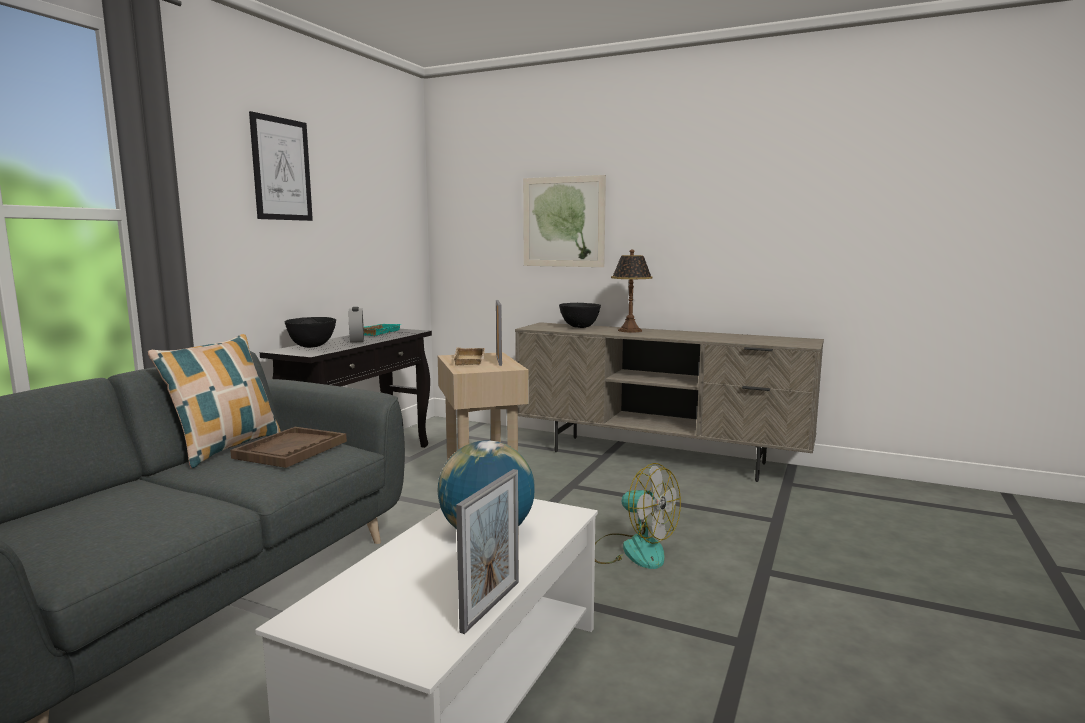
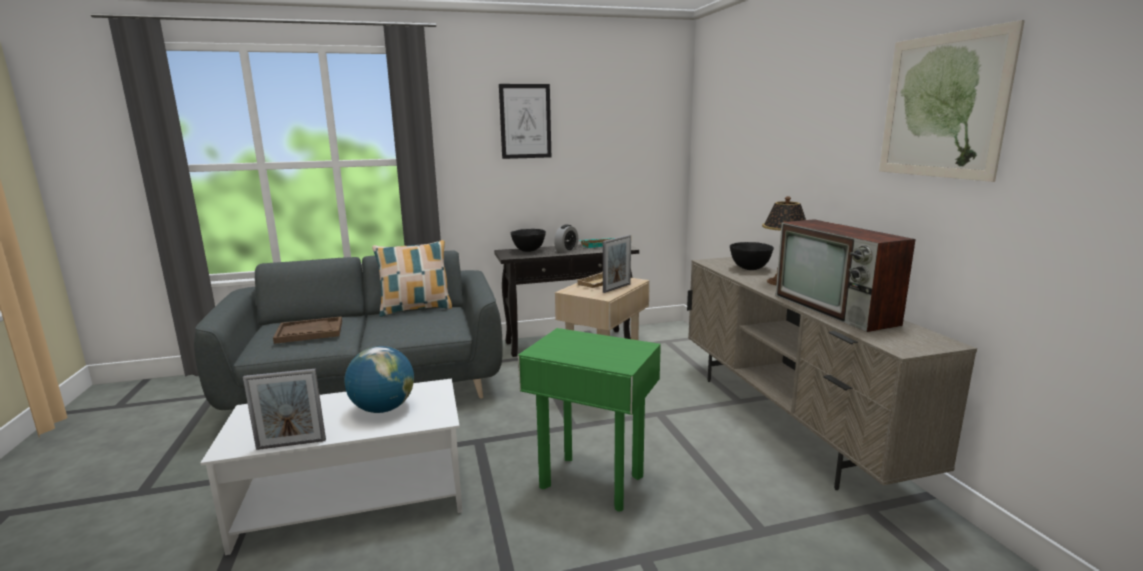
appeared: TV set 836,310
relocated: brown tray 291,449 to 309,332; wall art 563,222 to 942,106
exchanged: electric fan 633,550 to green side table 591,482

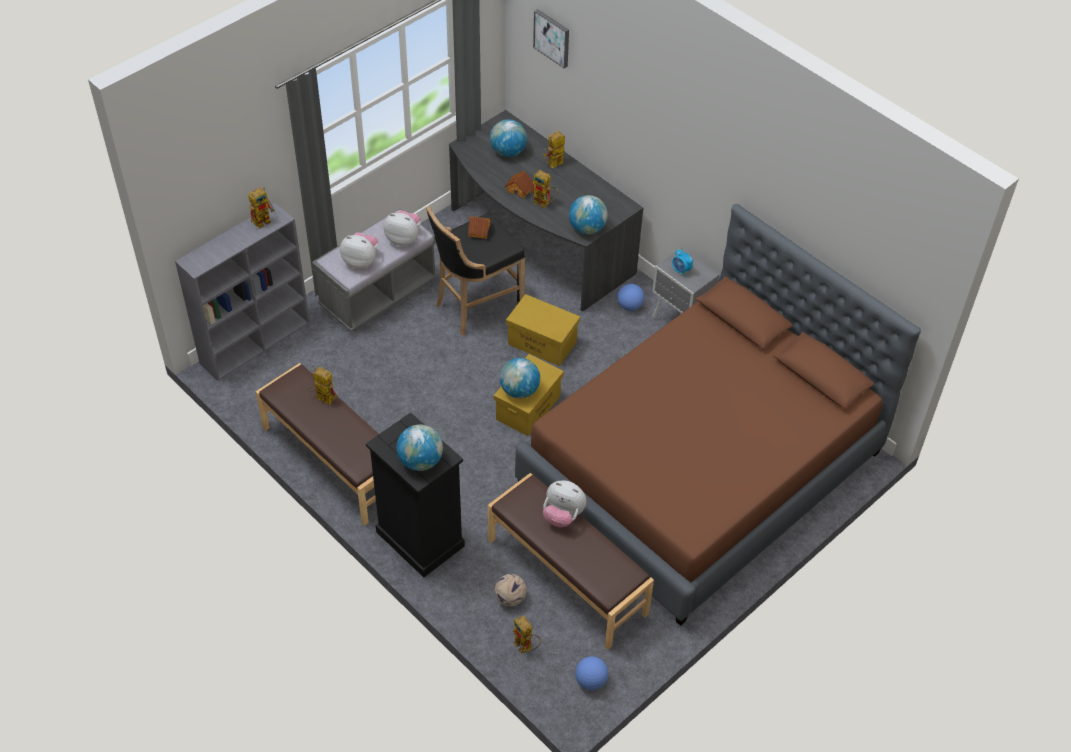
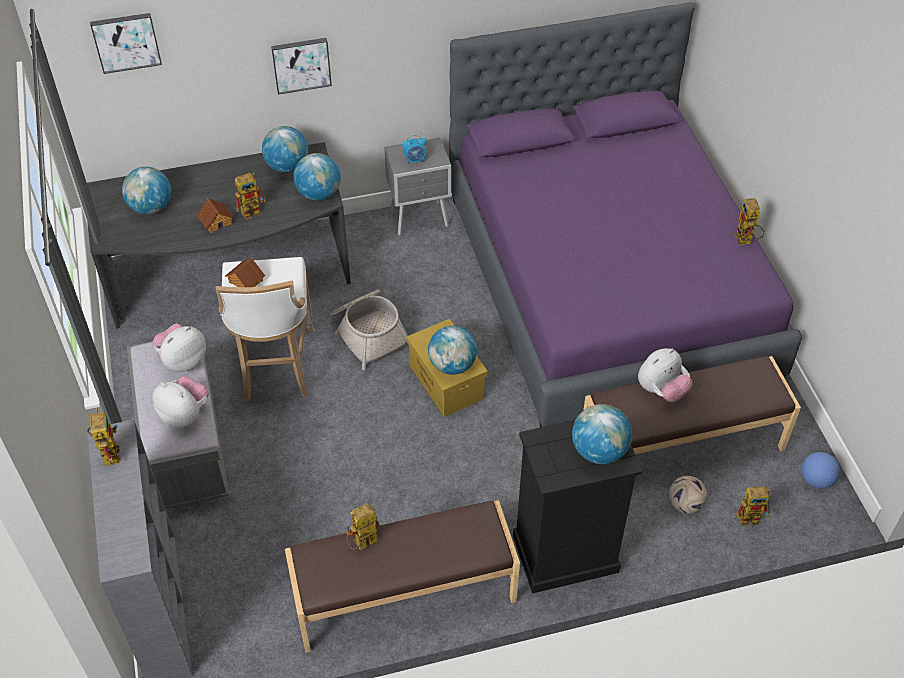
missing: football ball 630,306
appeared: desk globe 287,166; wall art 301,64
relocated: robot figure 553,165 to 745,241
exchanged: yellowish storage box 543,343 to household basket 368,333
colour: black stool seat 475,307 to white-coloured stool seat 275,367; brown sleeping bed 701,468 to purple sleeping bed 607,284
spun: soft toy 361,261 = 185,415 75 degrees clockwise

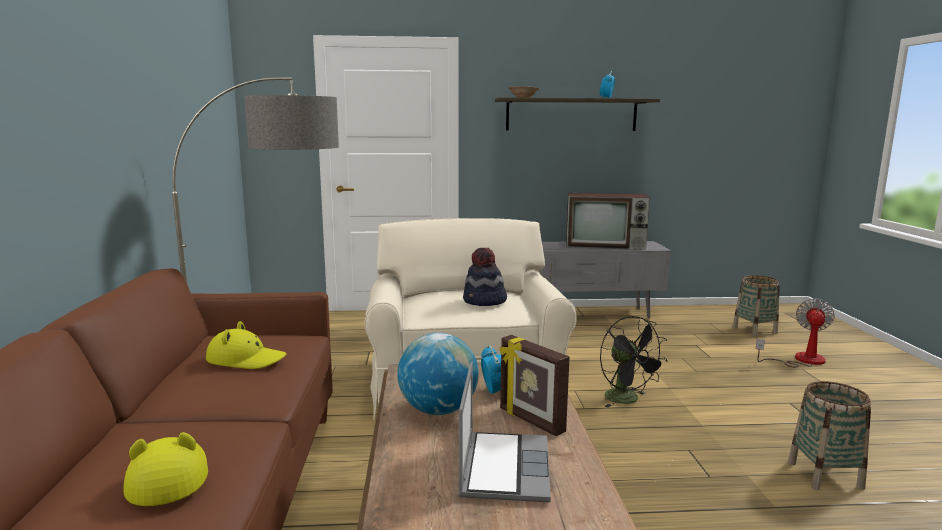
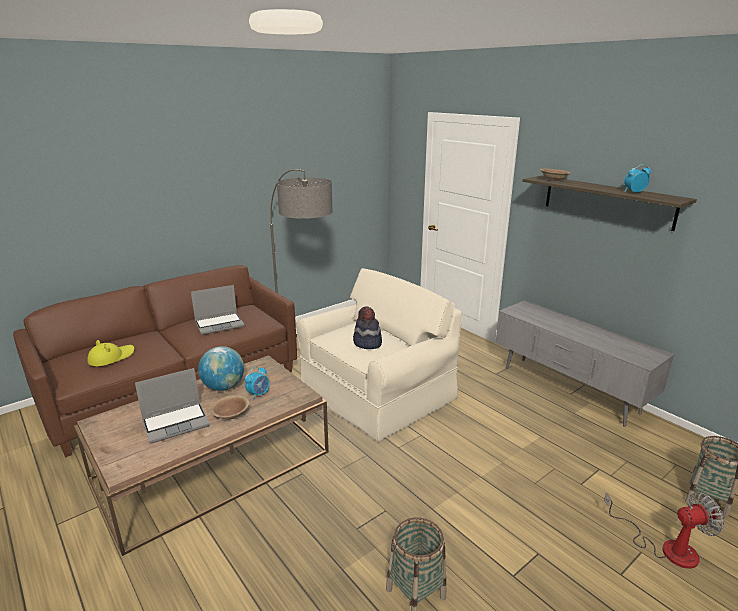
missing: TV set 606,245; black electric fan 627,400
exchanged: yellowish clothing hat 246,359 to notebook computer 220,324; photo frame 530,421 to brown deep dish 231,415

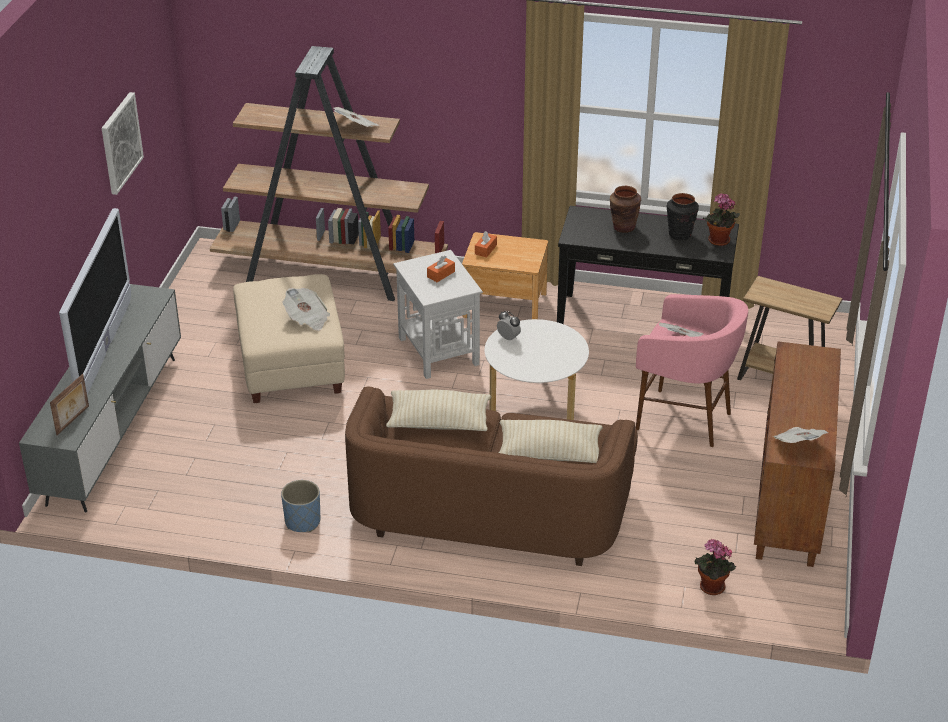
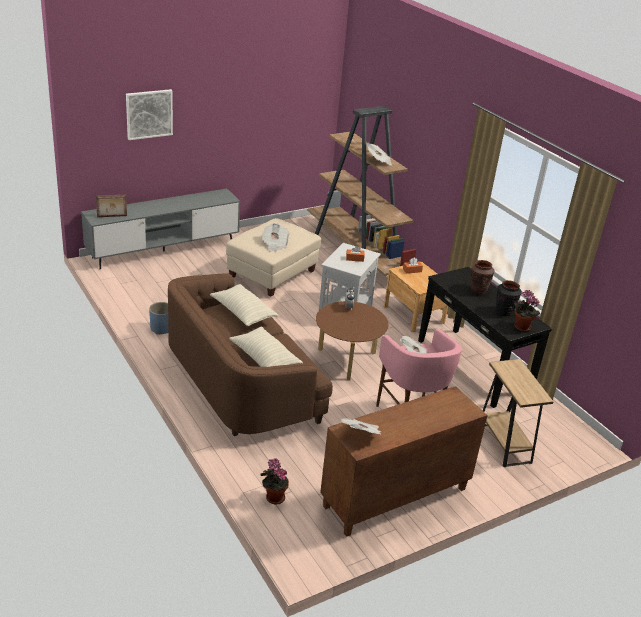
missing: TV set 105,349
relocated: wall art 120,142 to 149,114
colour: white-coloured lounge table 534,404 to brown lounge table 347,360

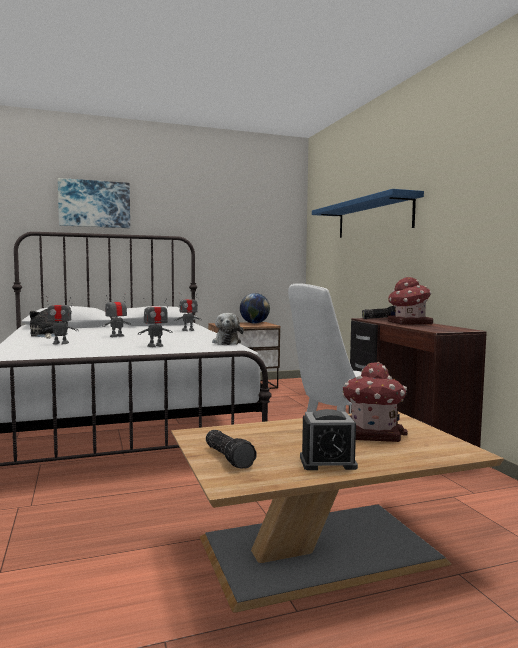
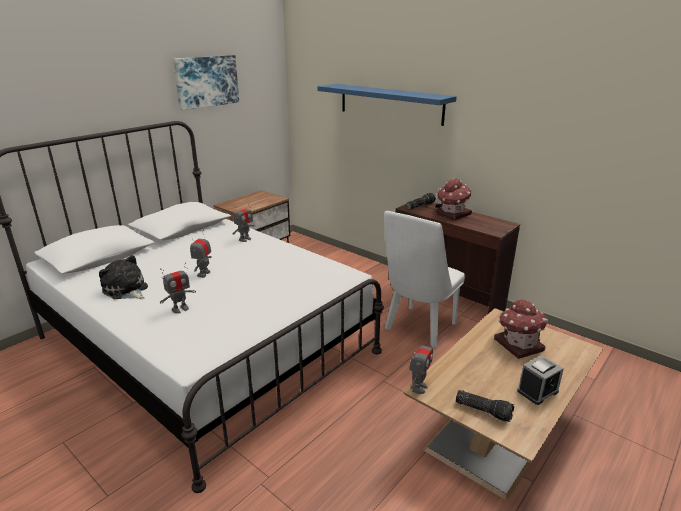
missing: soft toy 226,342; desk globe 254,323
relocated: wall art 94,204 to 206,81; robot figure 155,346 to 419,387

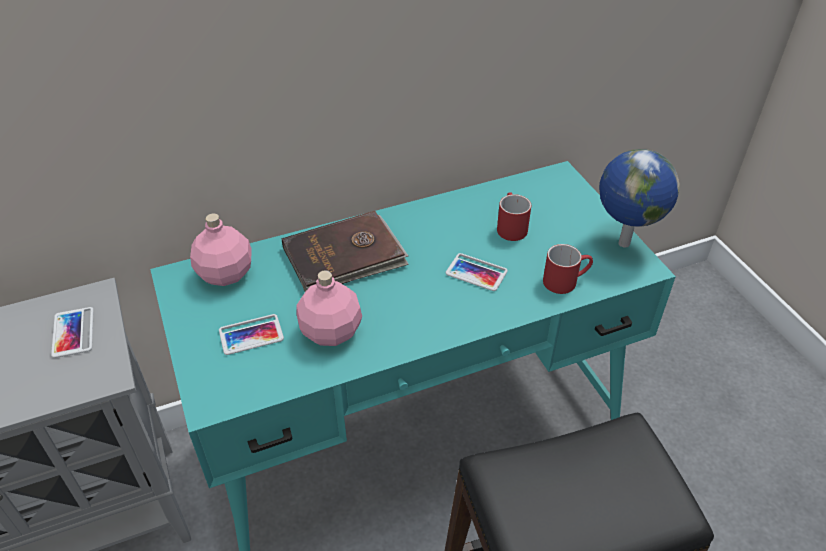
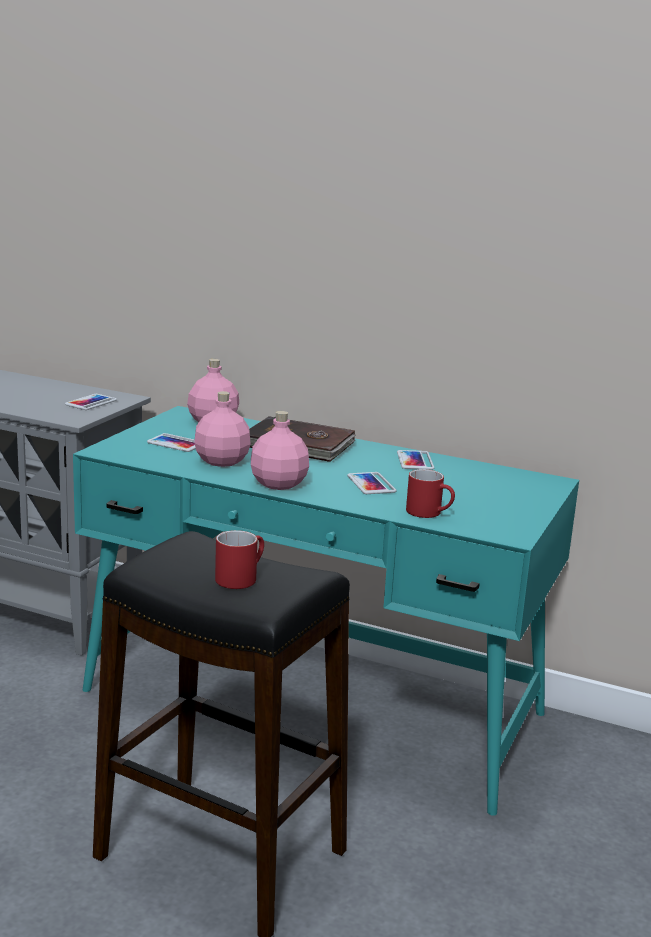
missing: desk globe 622,243
appeared: pinkish bottle 279,484; telephone 415,461
relocated: red tea mug 509,226 to 240,577

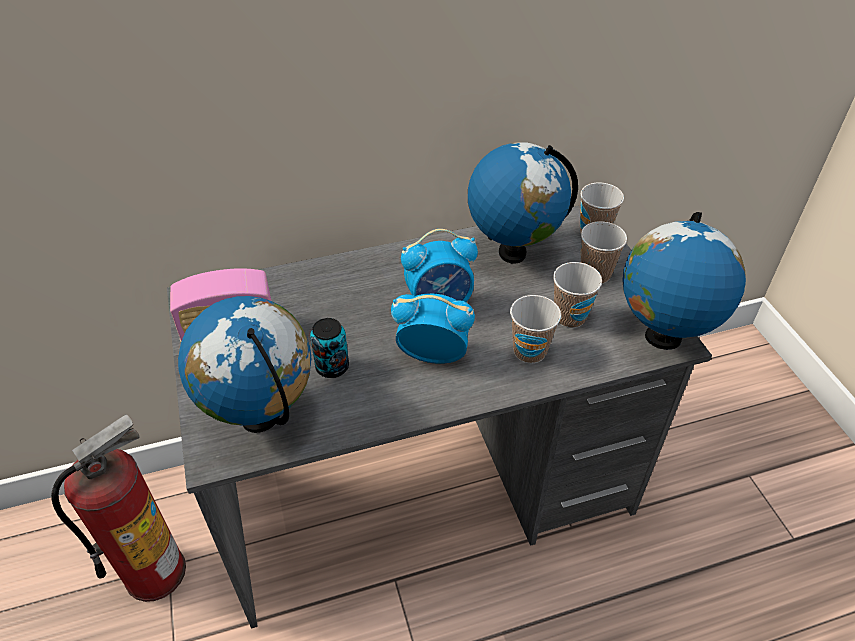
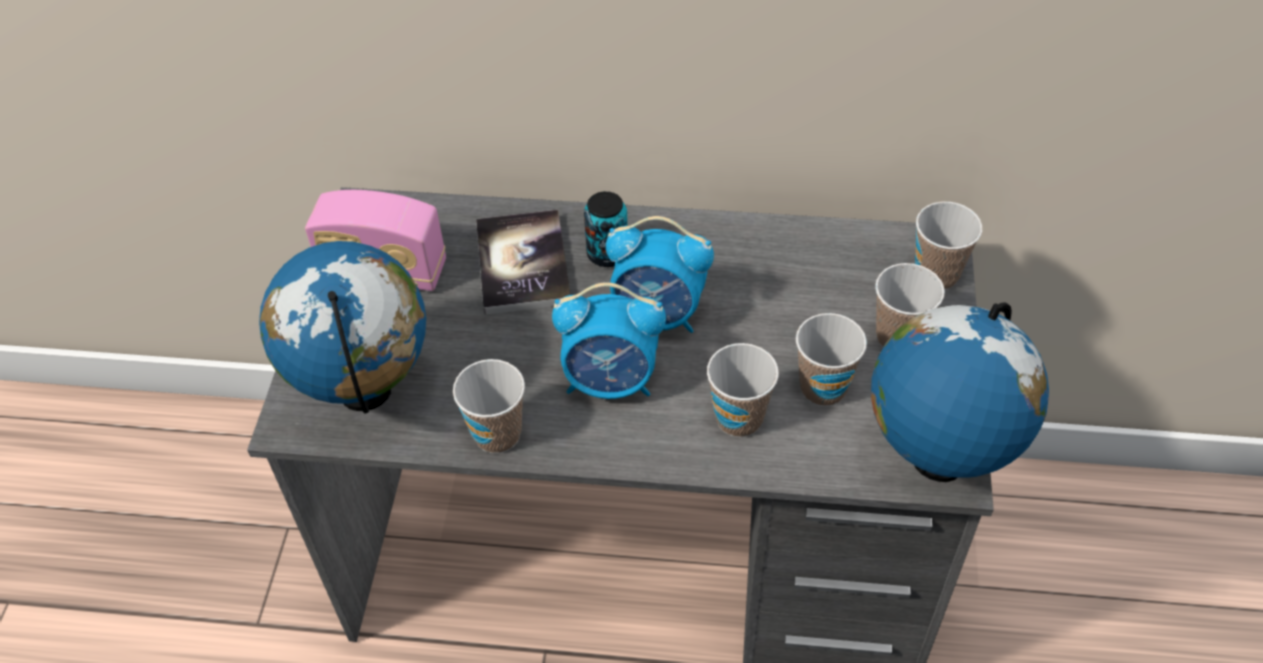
missing: extinguisher 155,571; desk globe 512,252
appeared: drinking cup 497,434; volume 522,264
relocated: can 332,367 to 607,254
spun: bedside clock 433,355 = 611,381 150 degrees clockwise

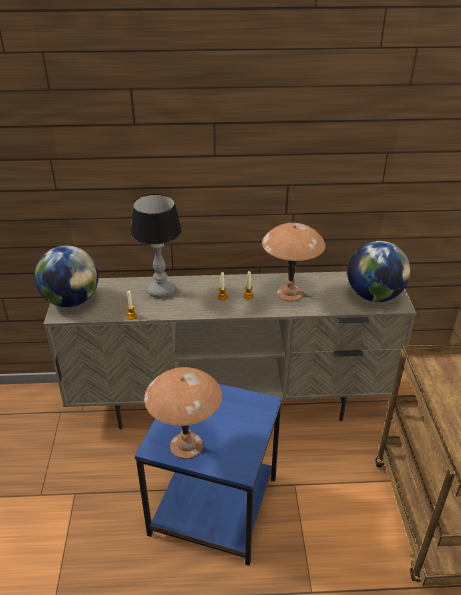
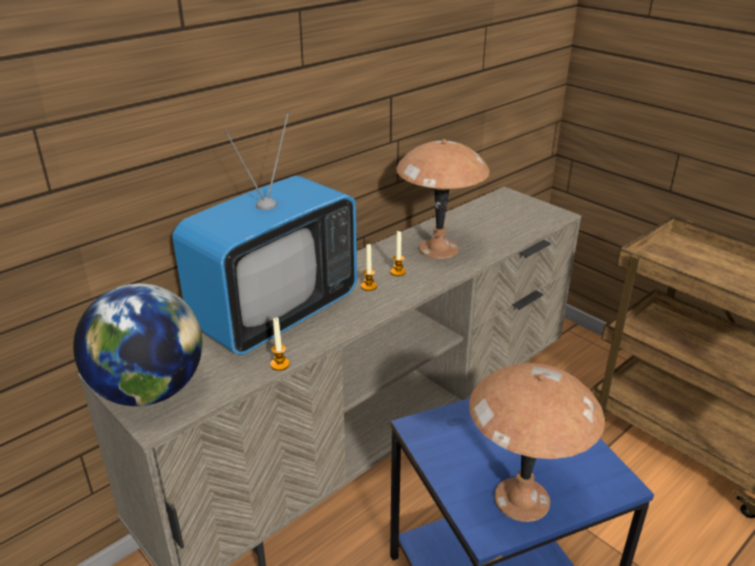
missing: desk globe 374,296
exchanged: tabletop lamp 161,290 to TV set 276,314

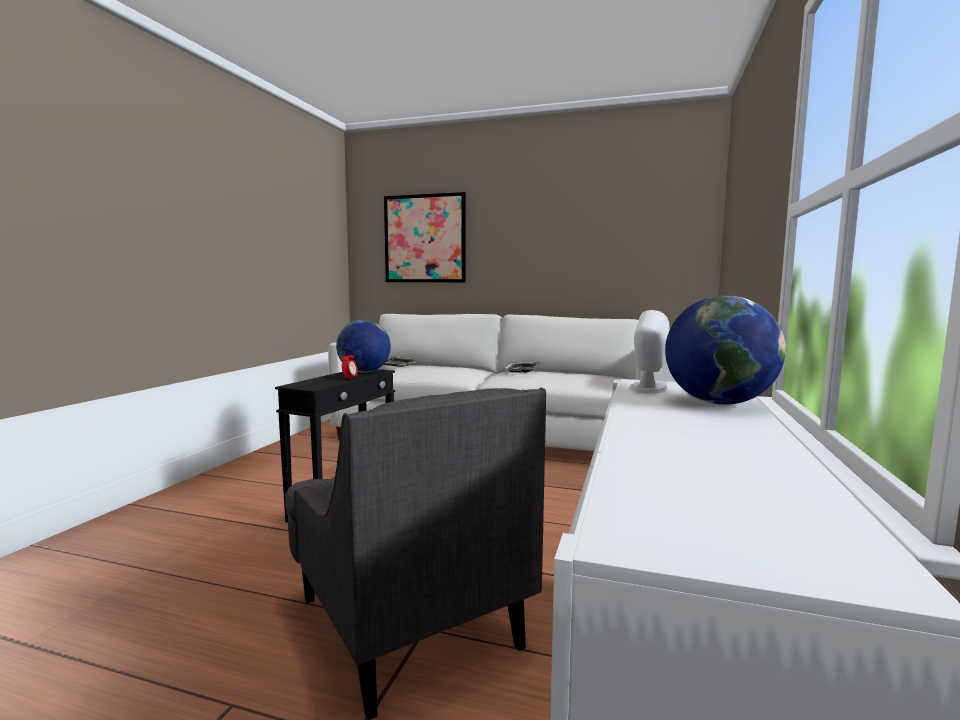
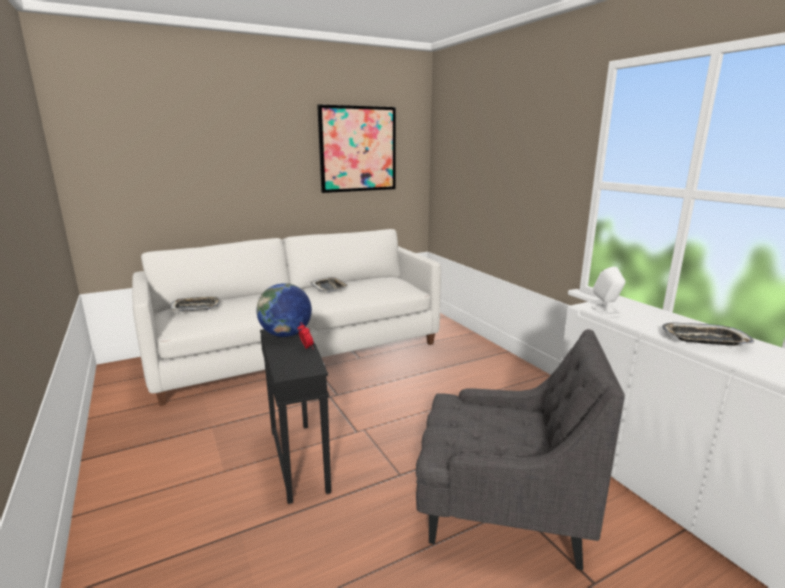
missing: desk globe 718,403
appeared: tray 704,340
relocated: wall art 425,239 to 358,149

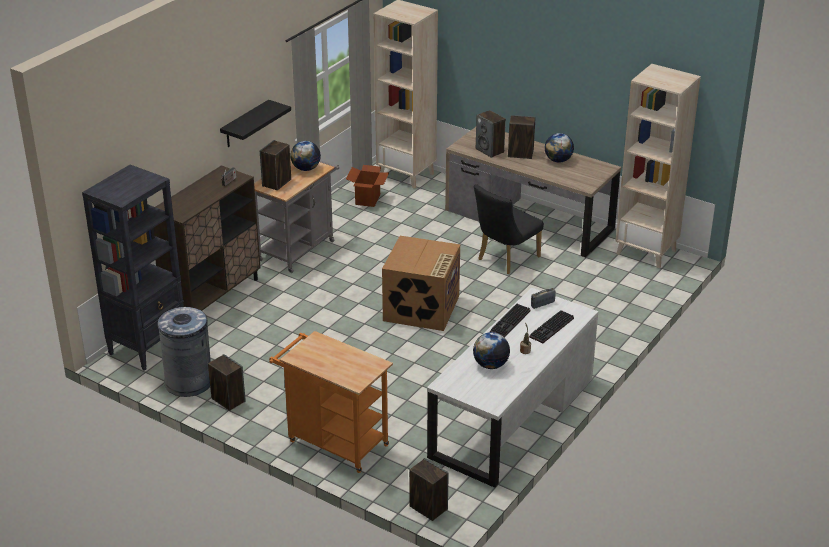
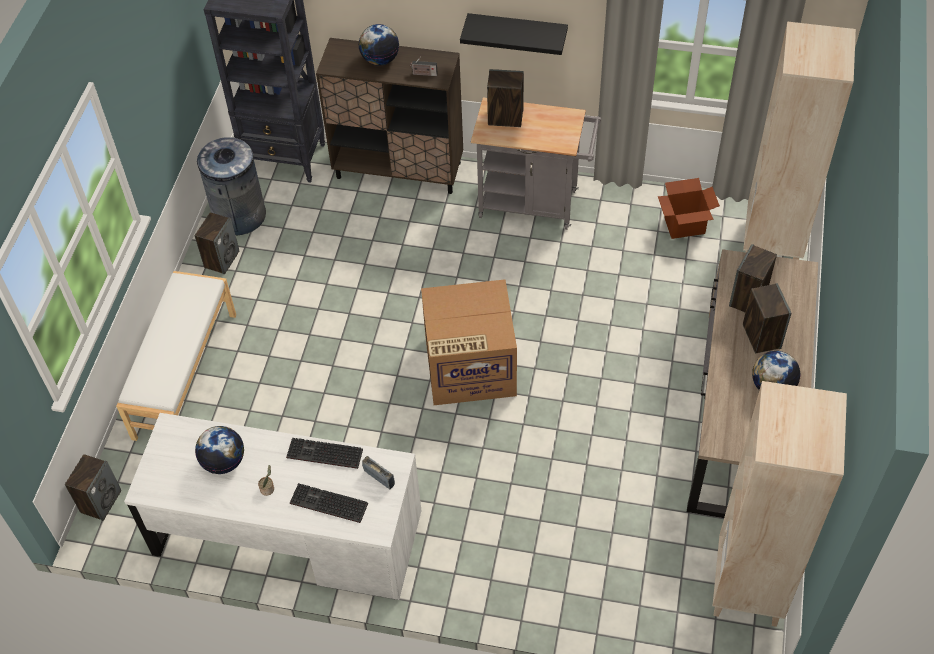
missing: black upright chair 505,259
relocated: desk globe 306,169 to 380,60
exchanged: orange-coloured cart 333,441 to white-coloured indoor bench 184,375

